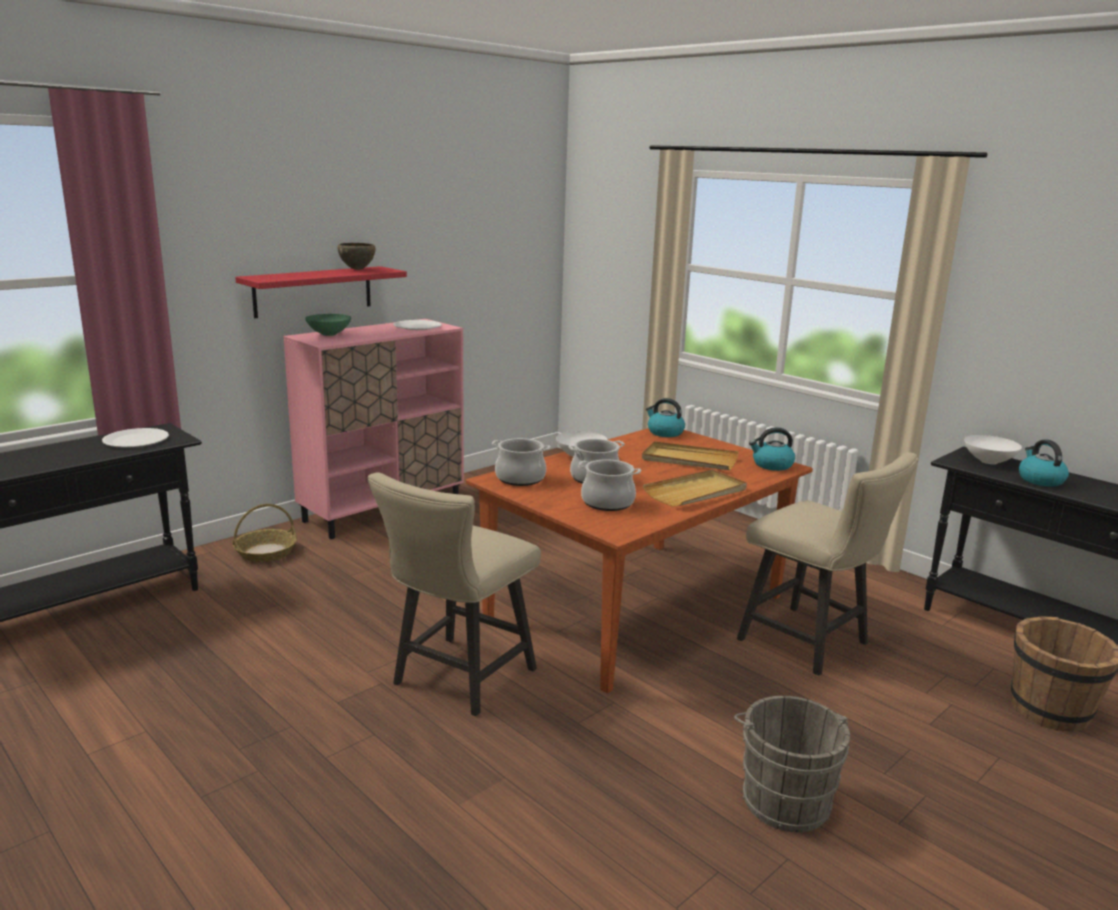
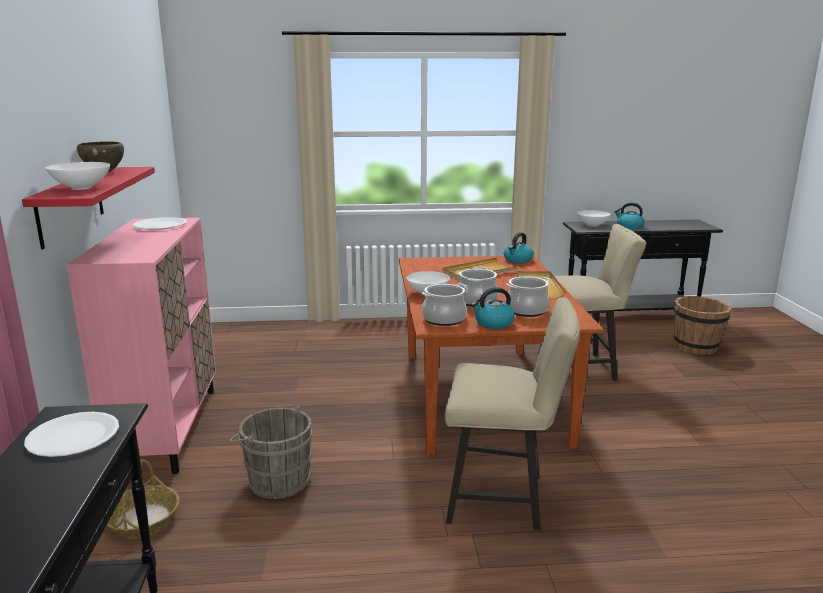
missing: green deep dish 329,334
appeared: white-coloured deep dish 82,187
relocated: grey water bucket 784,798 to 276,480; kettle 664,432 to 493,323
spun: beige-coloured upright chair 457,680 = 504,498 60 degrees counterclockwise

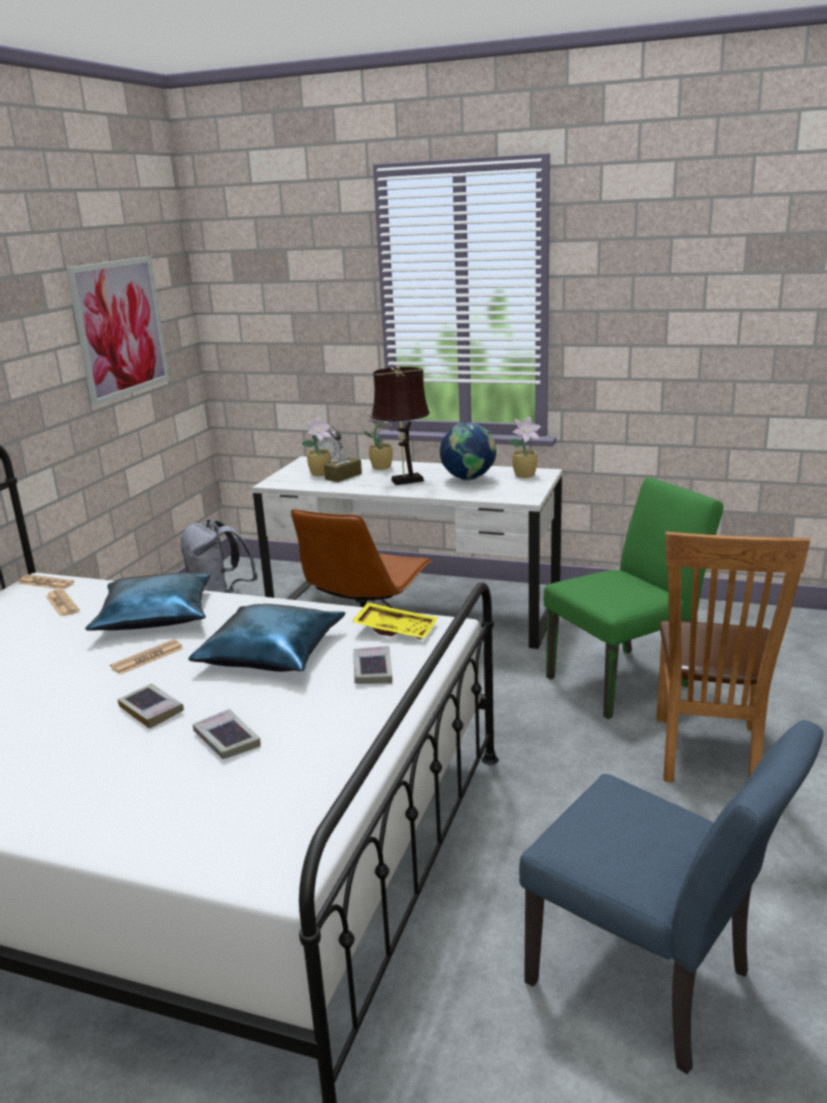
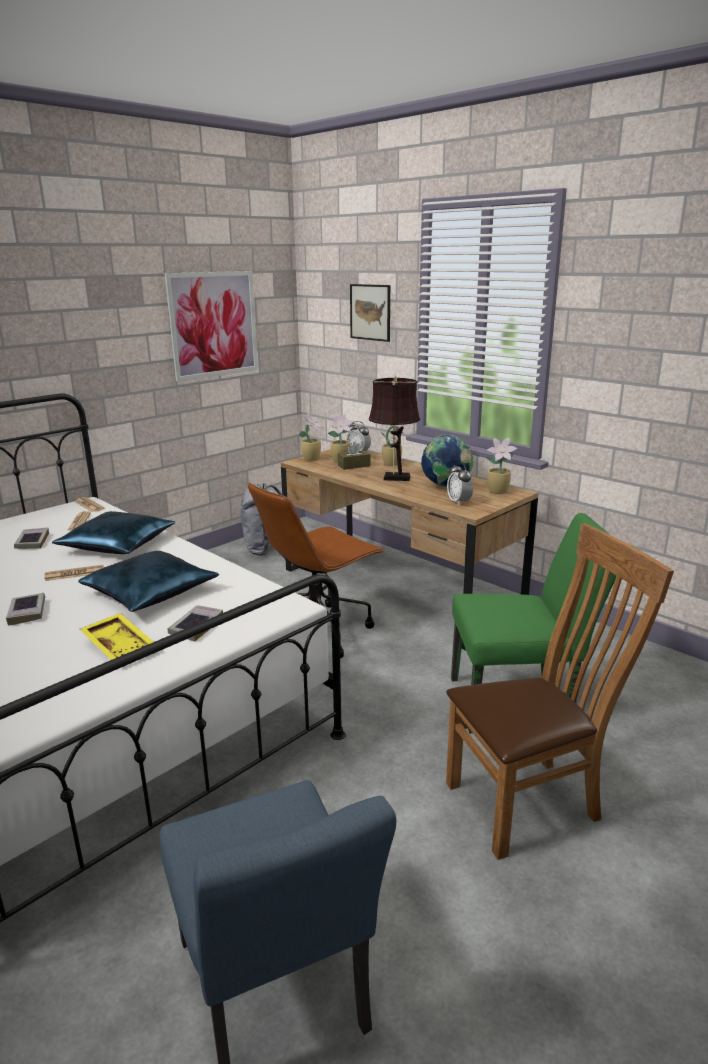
appeared: plant in a pot 312,458; wall art 370,312; bedside clock 459,502
relocated: volume 226,740 to 32,542; yellowish tray 396,629 to 122,647
colour: white-coloured desk unit 414,609 to brown desk unit 398,590
spun: brown upright chair 708,756 = 531,801 150 degrees counterclockwise

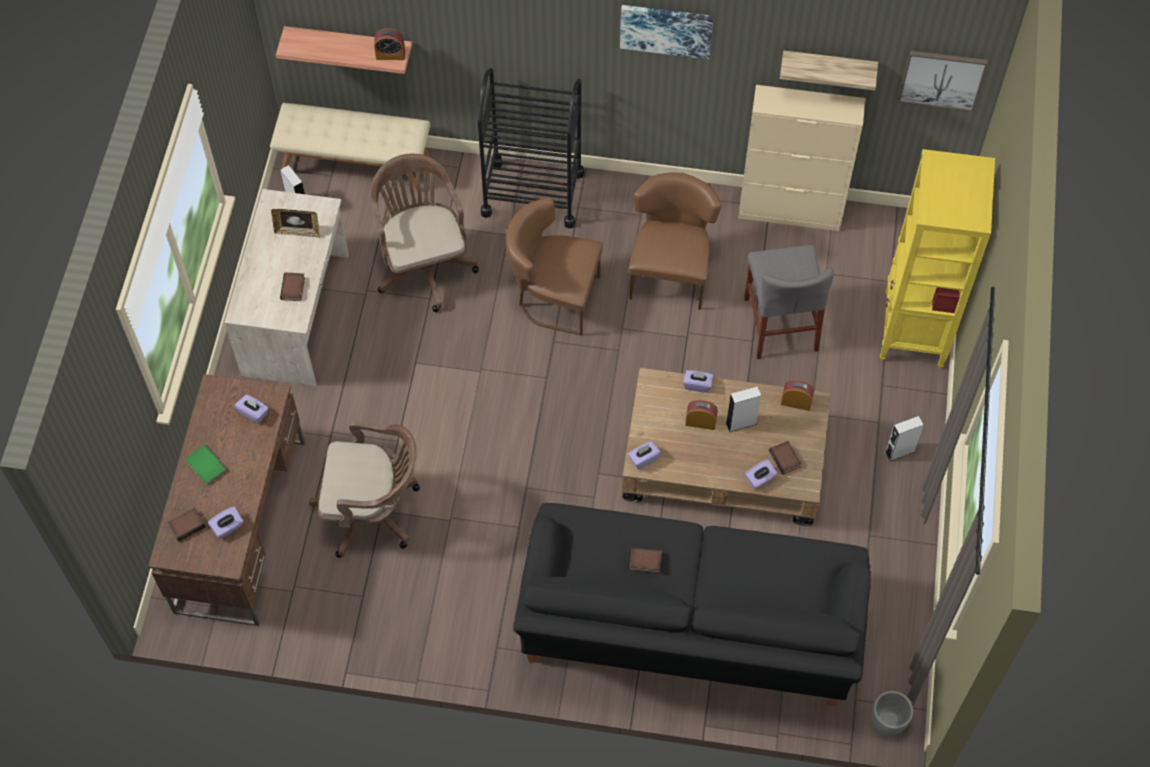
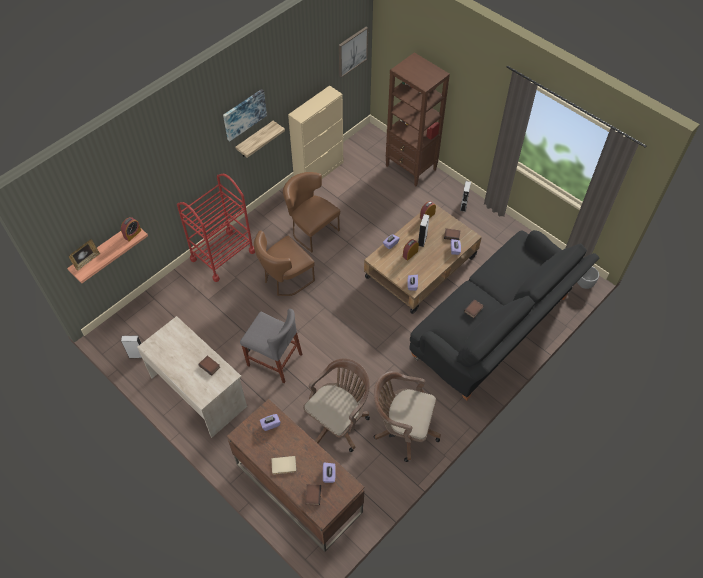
missing: beige-coloured indoor bench 355,164
relocated: photo frame 298,232 to 87,261; shelf 828,67 to 255,140; grey upright chair 780,324 to 274,360; brown computer chair 423,264 to 402,429
colour: black cart 532,193 to red cart 223,255; green volume 205,466 to beige-coloured volume 284,466; yellowish bookshelf 913,331 to brown bookshelf 411,168

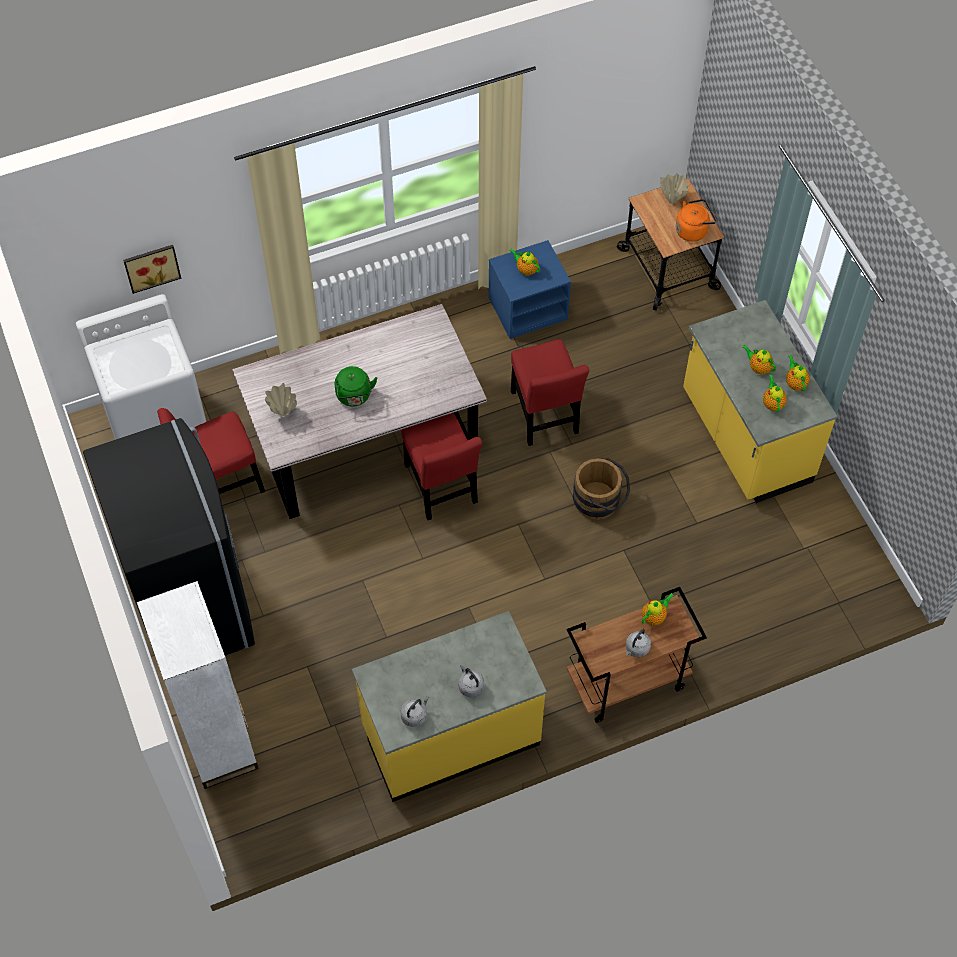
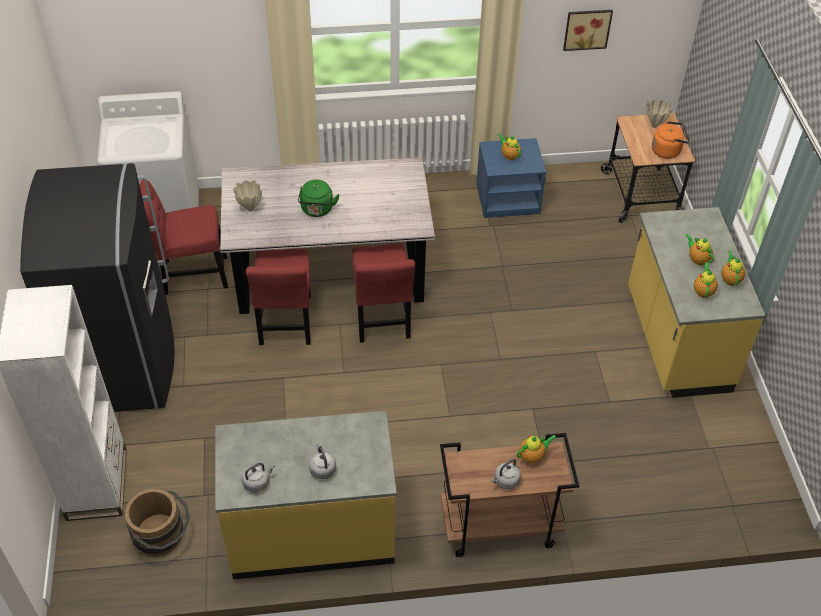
relocated: brown water bucket 600,502 to 162,538; red upright chair 544,416 to 286,323; wall art 151,266 to 587,28

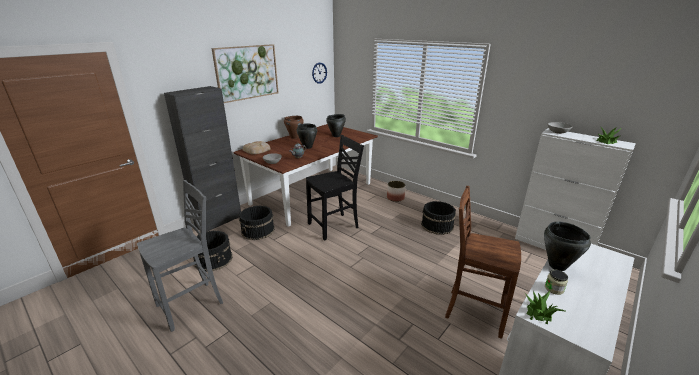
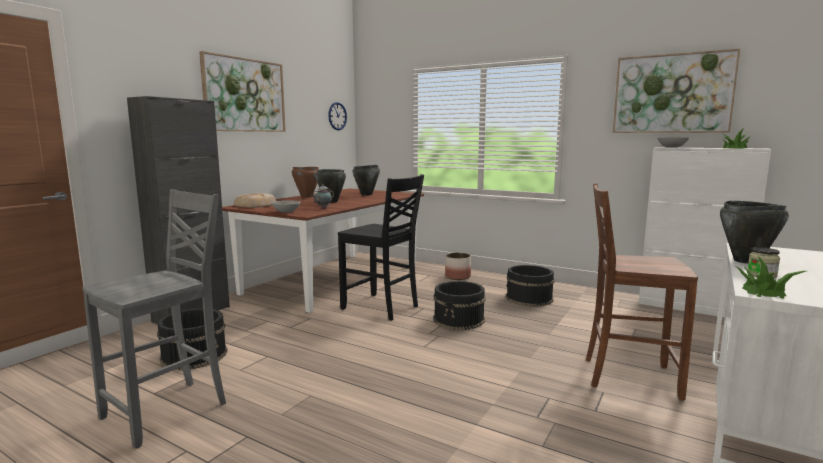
appeared: wall art 672,94
relocated: black water bucket 258,231 to 459,319
spun: black upright chair 334,226 = 381,308 75 degrees clockwise

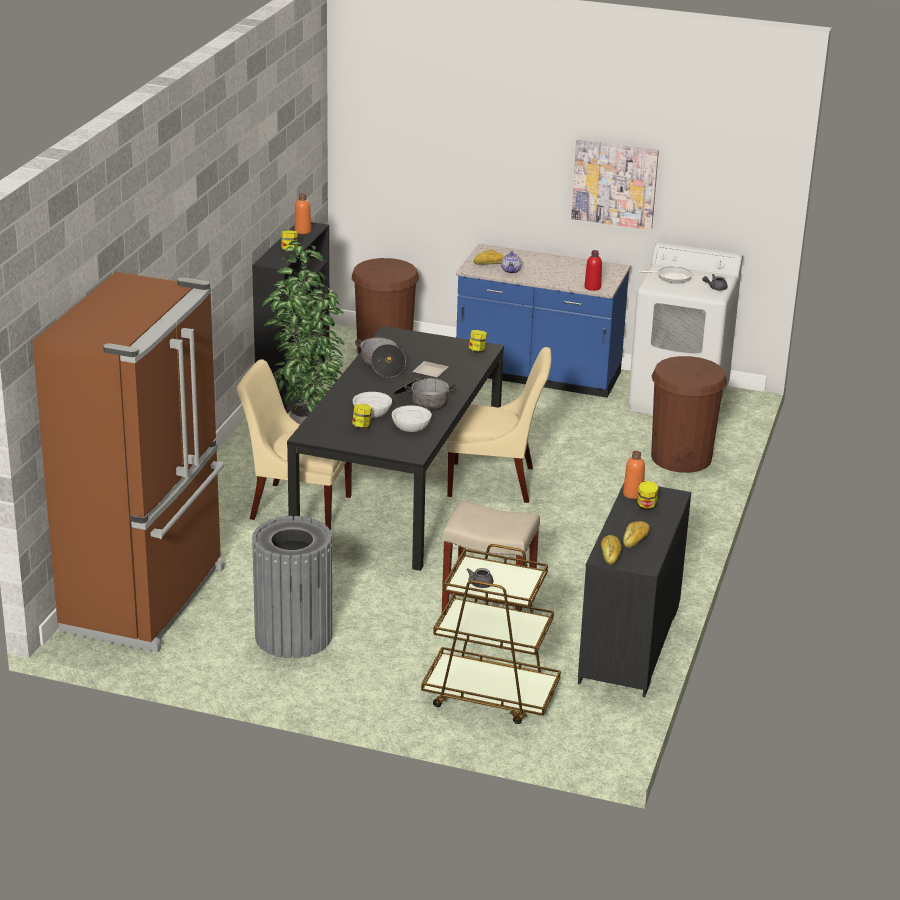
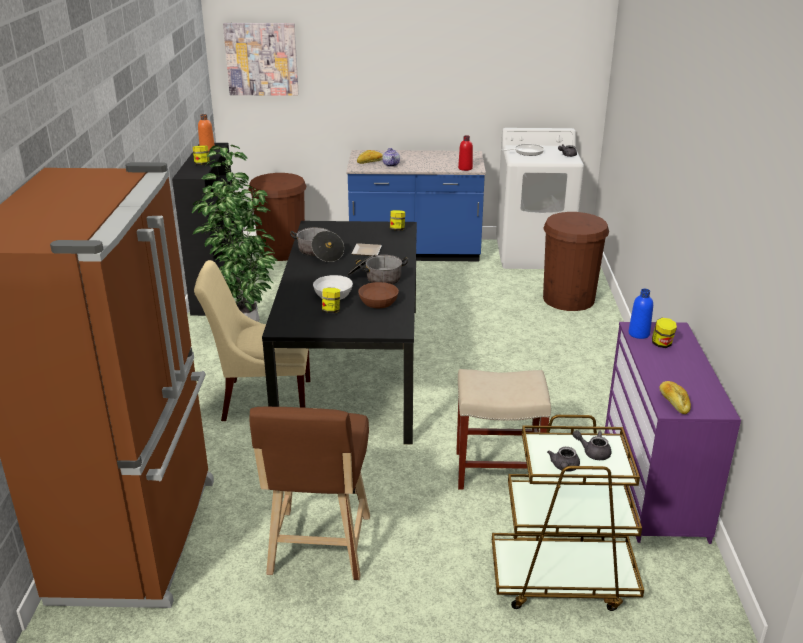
missing: beige-coloured upright chair 495,482; bread 636,539
appeared: grey tea pot 593,452
relocated: wall art 615,184 to 261,59
exchanged: grey waste bin 293,636 to brown stool seat 318,550
colour: white-coloured deep dish 411,426 to brown deep dish 378,302; black dresser 631,644 to purple dresser 654,484; orange-coloured bottle 633,494 to blue-coloured bottle 638,334

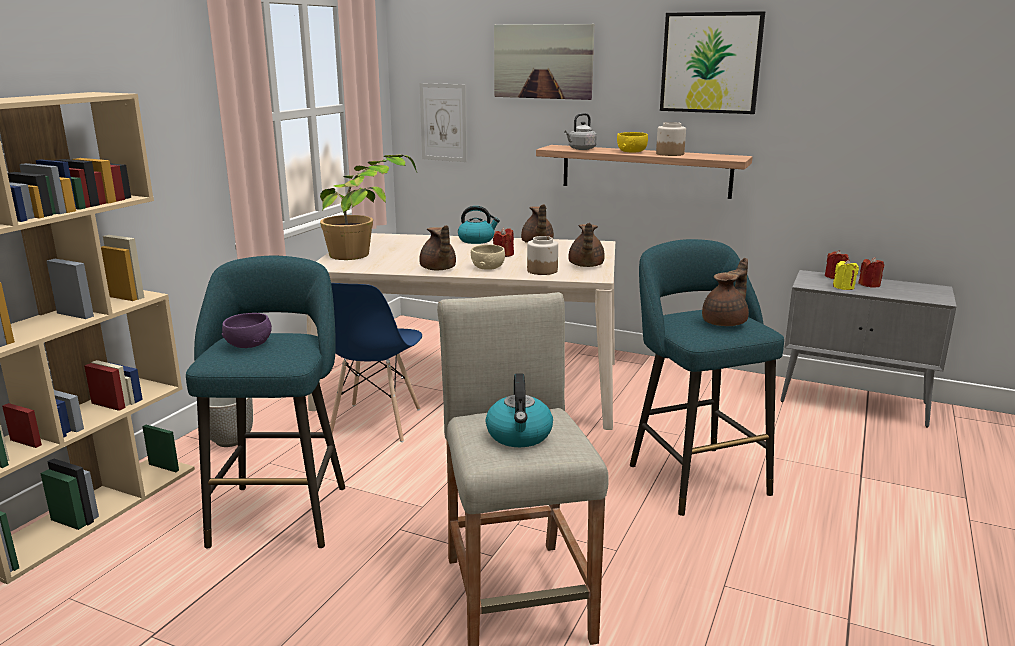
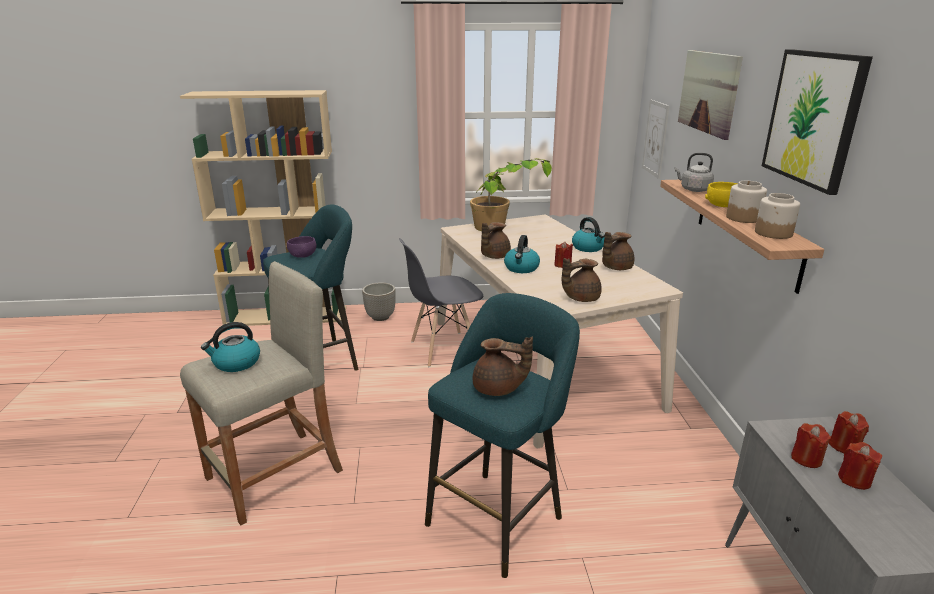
relocated: preserve jar 542,270 to 774,233
exchanged: beige-coloured deep dish 487,267 to kettle 521,268
colour: blue-coloured upright chair 375,423 to grey upright chair 443,349; yellowish wax candle 843,287 to red wax candle 806,459

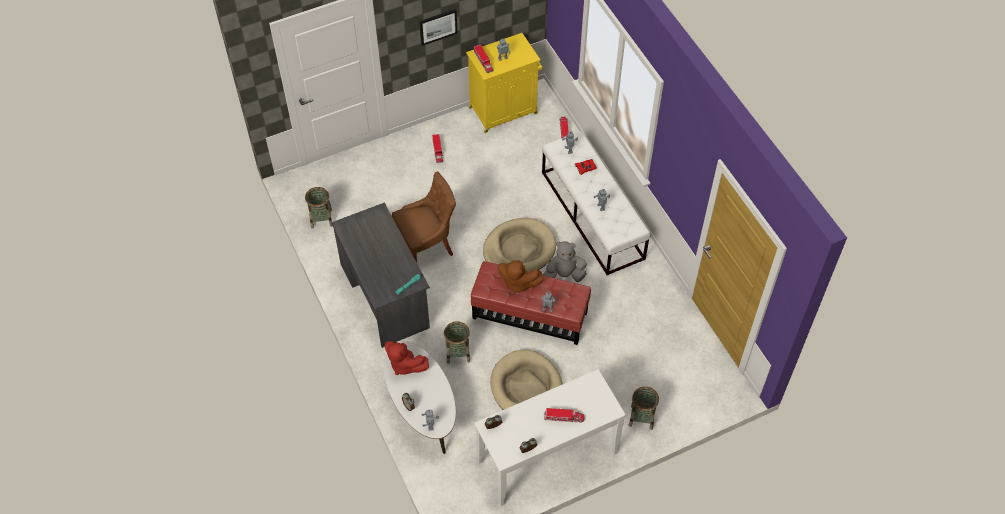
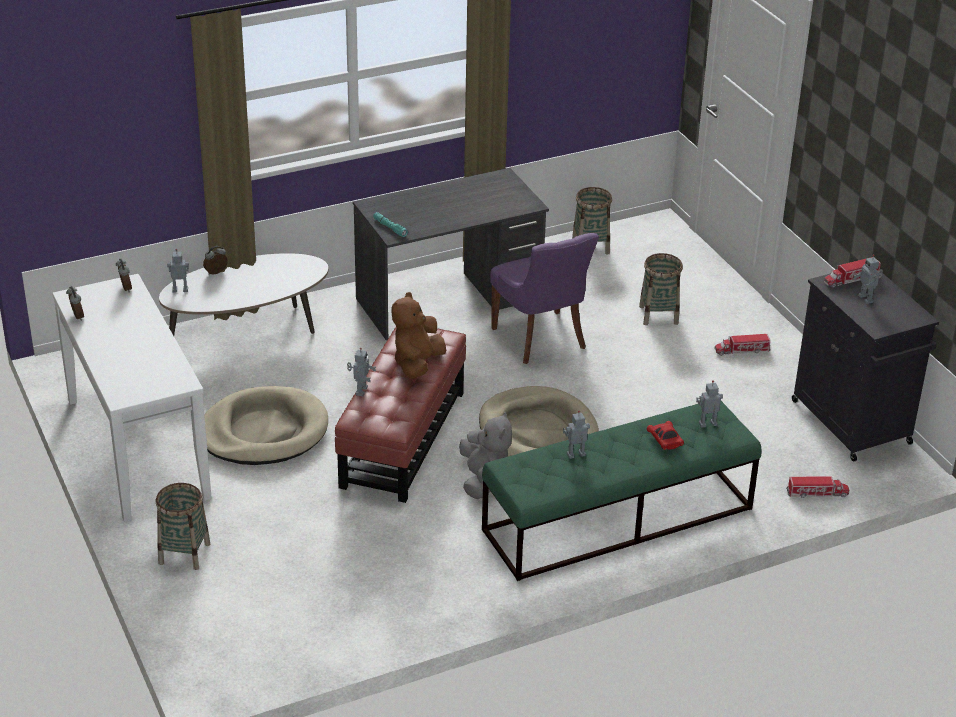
missing: red soft toy 404,364; wall art 438,26; model truck 564,418
relocated: household basket 458,352 to 658,315
colour: white-coloured indoor bench 592,215 to green indoor bench 617,519; brown upright chair 426,246 to purple upright chair 541,339; yellowish cabinet 504,110 to black cabinet 852,424

